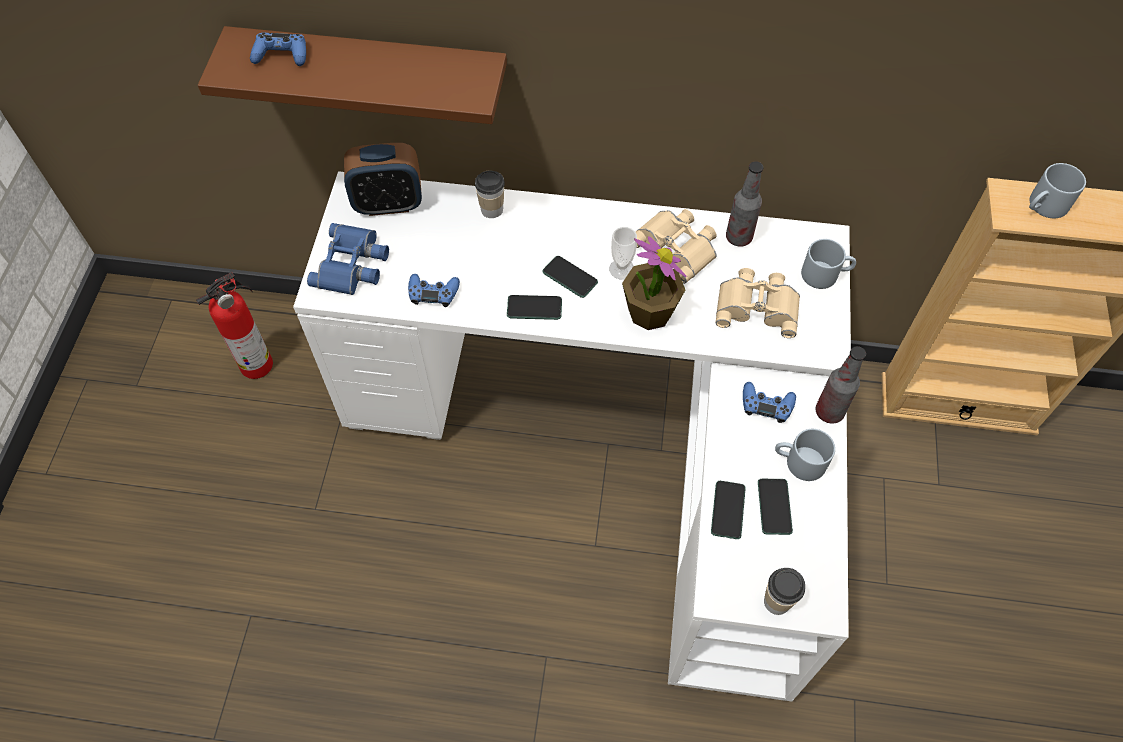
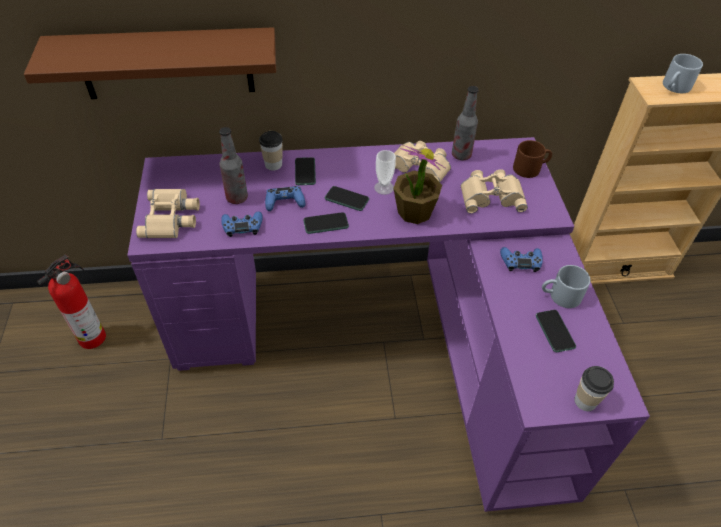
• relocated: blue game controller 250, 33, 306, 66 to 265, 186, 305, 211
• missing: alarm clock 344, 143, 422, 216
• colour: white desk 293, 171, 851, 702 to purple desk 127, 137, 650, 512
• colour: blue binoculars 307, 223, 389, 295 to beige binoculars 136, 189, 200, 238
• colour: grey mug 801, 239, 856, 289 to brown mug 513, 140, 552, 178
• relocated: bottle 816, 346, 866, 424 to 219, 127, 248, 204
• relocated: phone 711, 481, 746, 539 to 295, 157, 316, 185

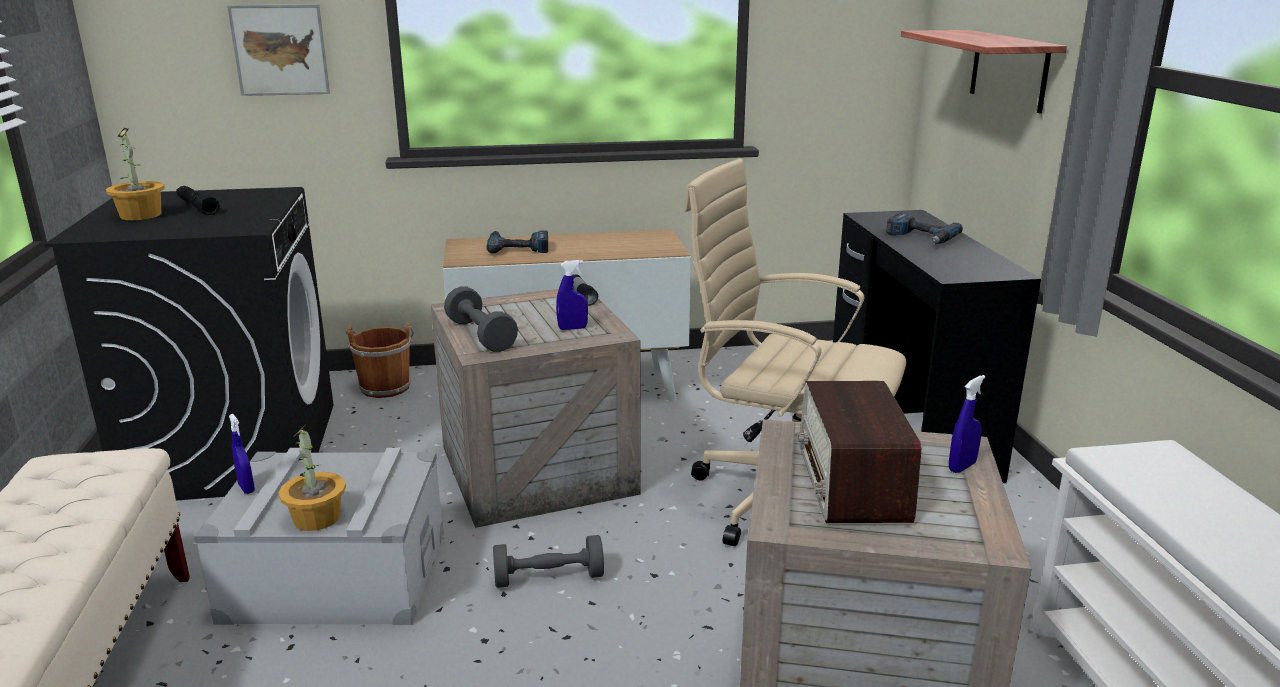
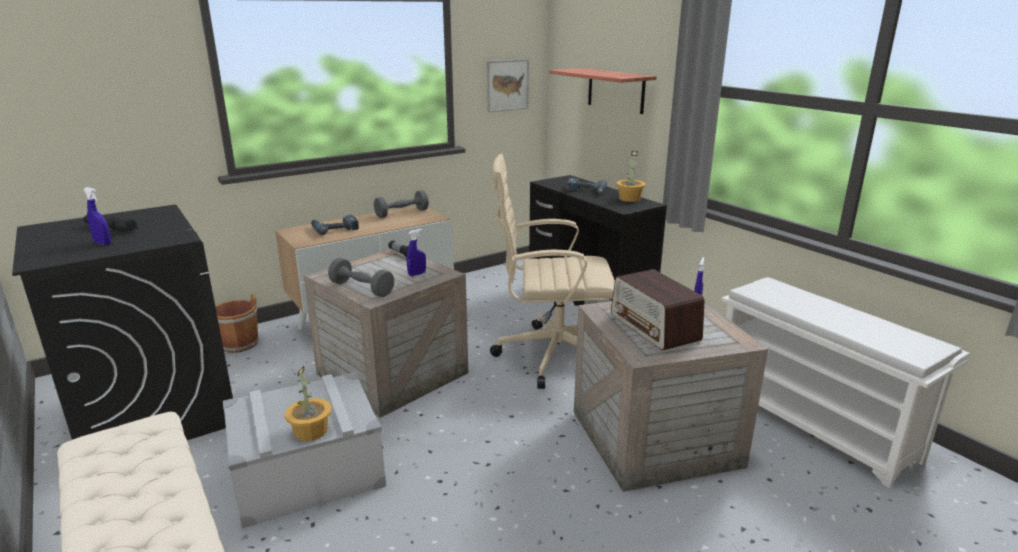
• relocated: picture 227, 4, 330, 96 to 487, 59, 529, 112
• relocated: potted plant 106, 128, 165, 220 to 616, 151, 646, 202
• relocated: blue spray bottle 229, 414, 255, 494 to 84, 187, 111, 245
• relocated: grey dumbbell 493, 535, 604, 588 to 374, 190, 429, 218

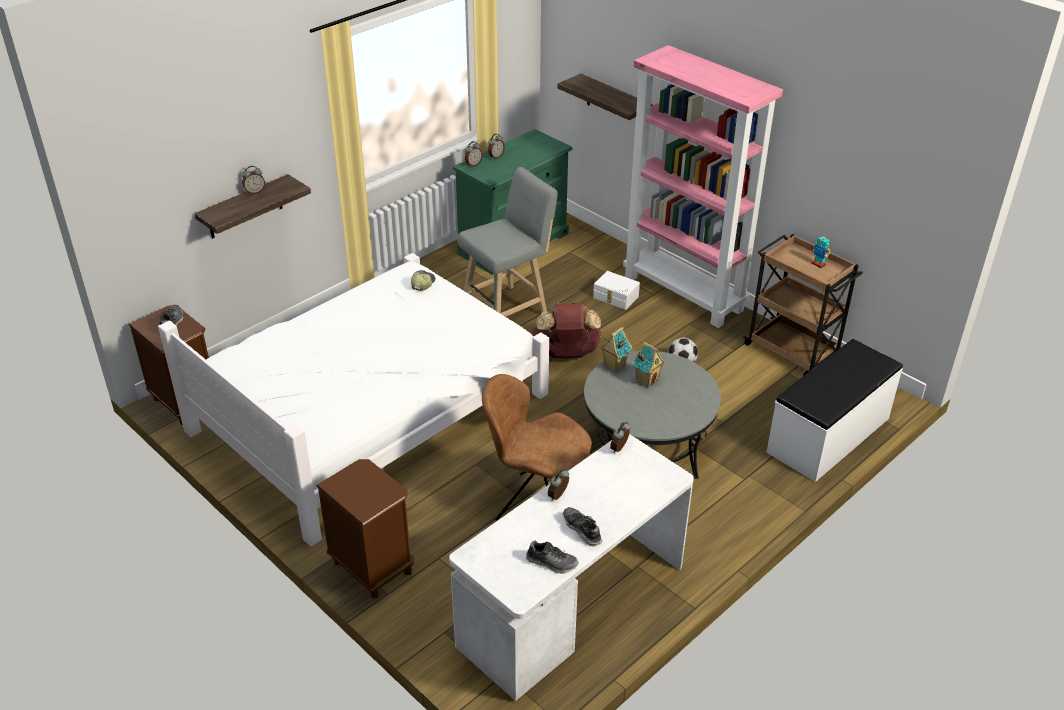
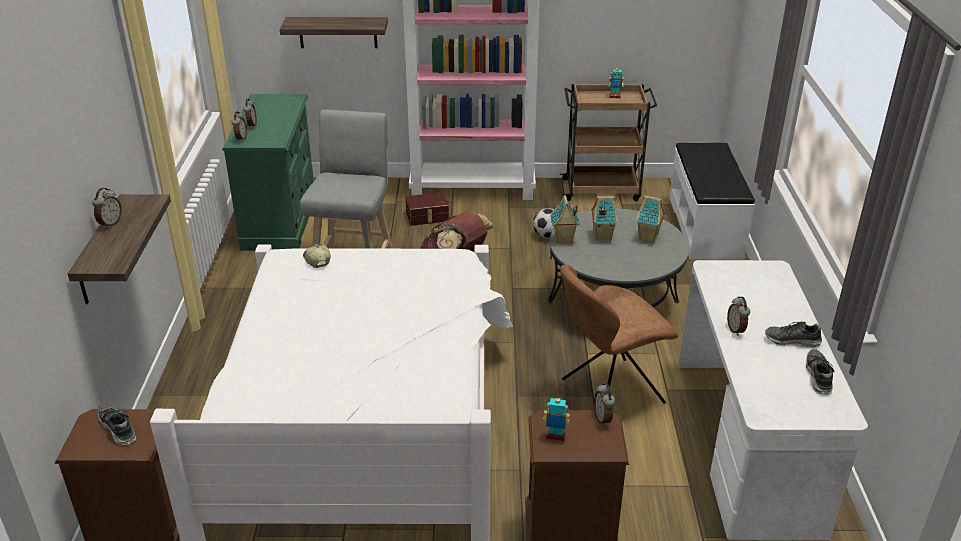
• colour: white storage box 593, 271, 640, 310 to brown storage box 405, 192, 449, 226
• relocated: alarm clock 610, 422, 630, 453 to 594, 383, 615, 426
• spun: shoe 526, 541, 578, 574 = 806, 349, 835, 395 60 degrees counterclockwise
• appeared: toy house 636, 195, 666, 243
• appeared: toy robot 543, 395, 570, 441

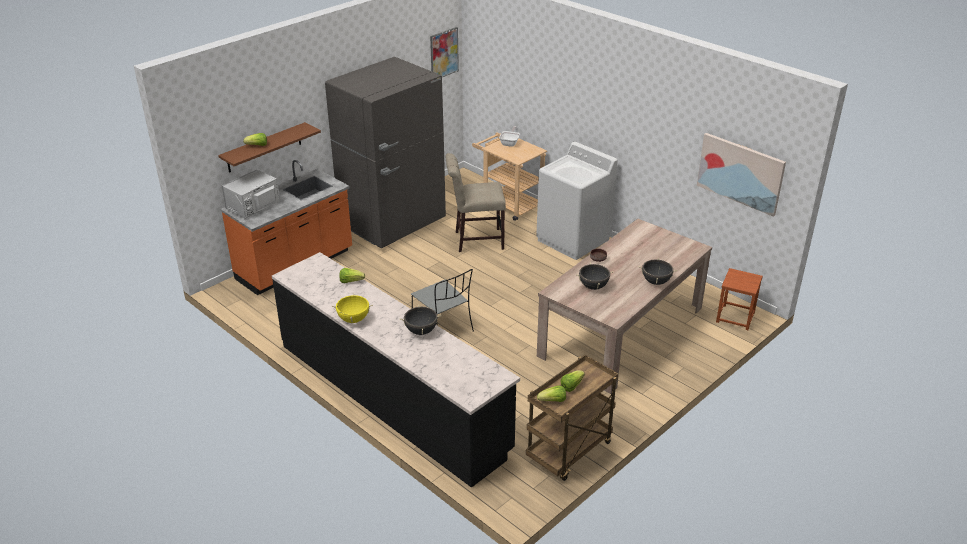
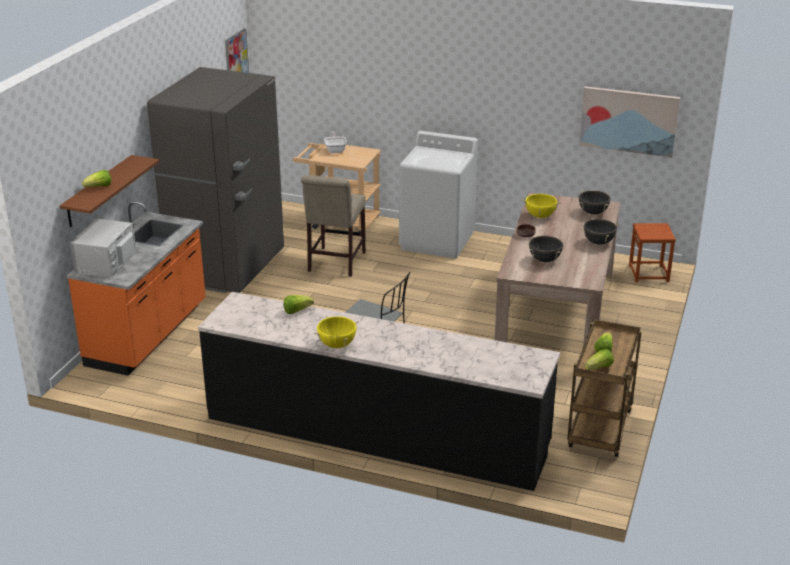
• spun: beige chair 445, 153, 506, 252 = 301, 175, 366, 277 45 degrees counterclockwise
• relocated: black cooking pot 400, 305, 442, 335 to 579, 190, 611, 214
• appeared: yellow cooking pot 522, 193, 561, 218

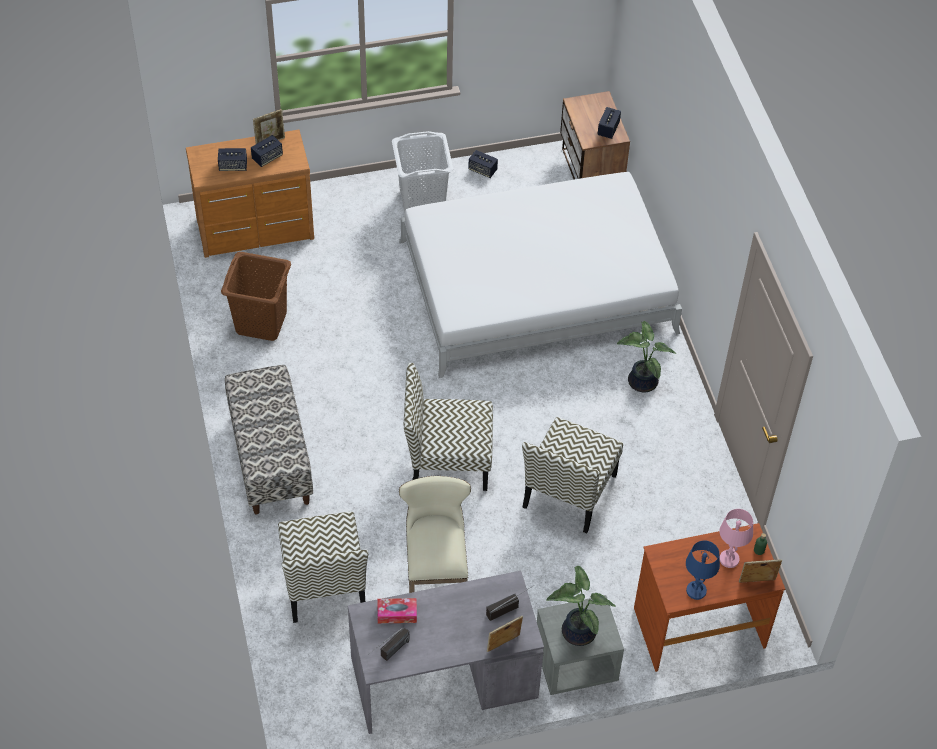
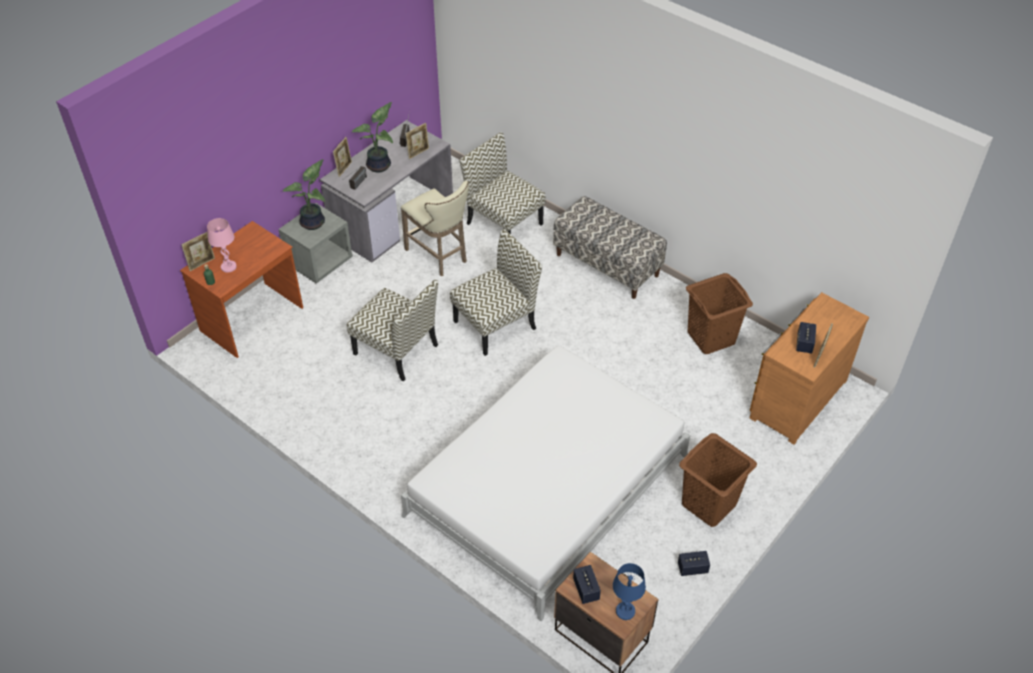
• colour: white laundry basket 392, 131, 453, 213 to brown laundry basket 679, 433, 757, 527
• missing: speaker 218, 148, 247, 171
• relocated: potted plant 617, 321, 676, 392 to 352, 102, 393, 172
• spun: chair 522, 417, 623, 533 = 347, 280, 438, 382 135 degrees clockwise
• relocated: blue table lamp 686, 540, 720, 600 to 613, 563, 646, 620
• exchanged: tissue box 377, 598, 417, 624 to picture frame 406, 123, 429, 159

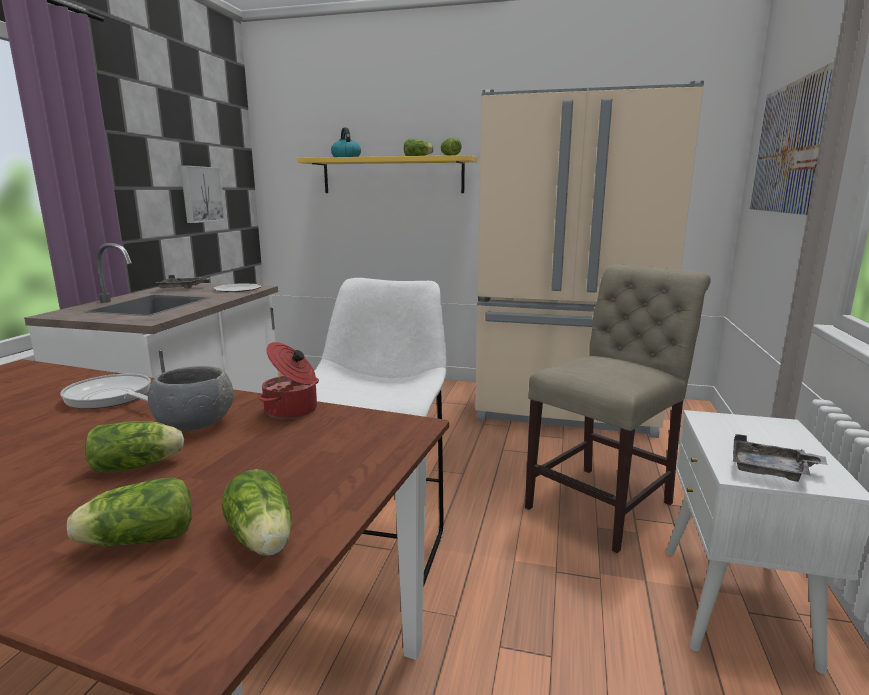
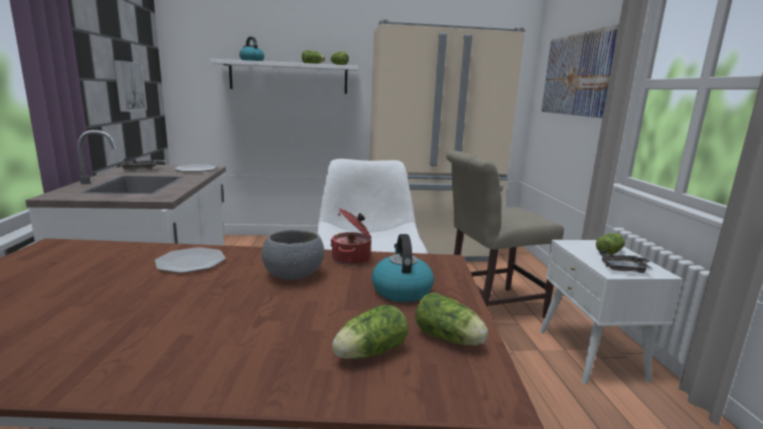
• colour: yellow shelf 297, 155, 478, 193 to white shelf 211, 59, 358, 94
• spun: beige chair 525, 264, 711, 553 = 446, 151, 564, 319 135 degrees counterclockwise
• exchanged: frying pan 60, 374, 151, 409 to plate 155, 247, 226, 273
• relocated: lettuce 85, 421, 184, 473 to 596, 233, 625, 255
• appeared: kettle 372, 234, 434, 302

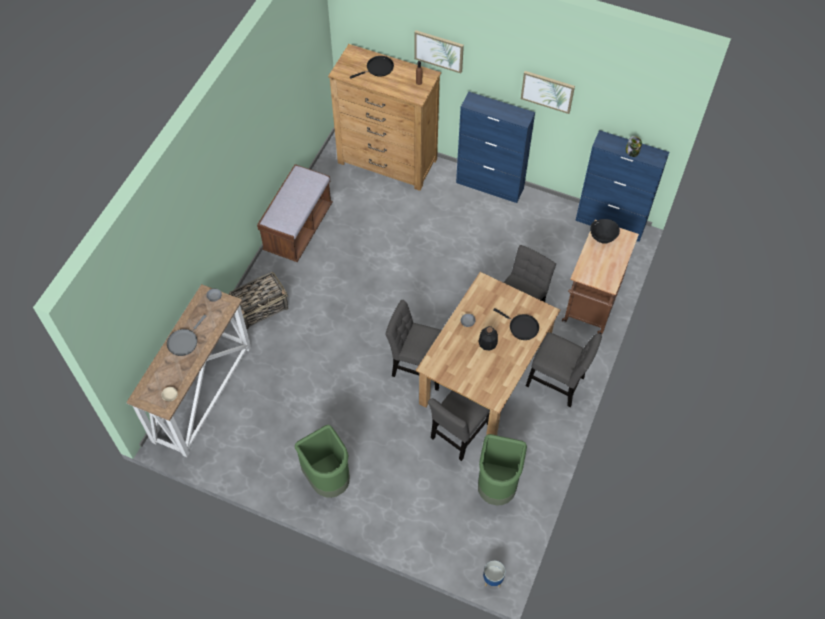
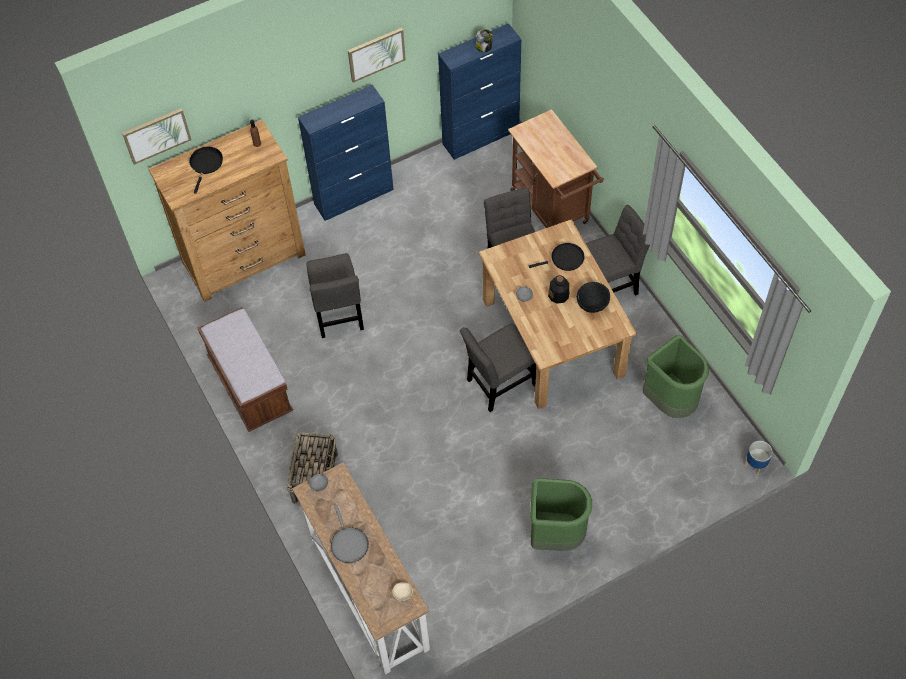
• relocated: picture 414, 30, 464, 73 to 122, 108, 191, 165
• relocated: black bowl 590, 219, 620, 244 to 576, 282, 610, 313
• relocated: grey chair 428, 391, 490, 461 to 306, 253, 364, 338

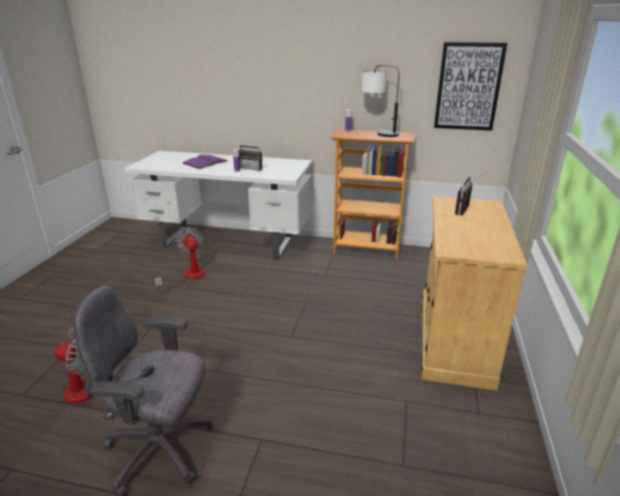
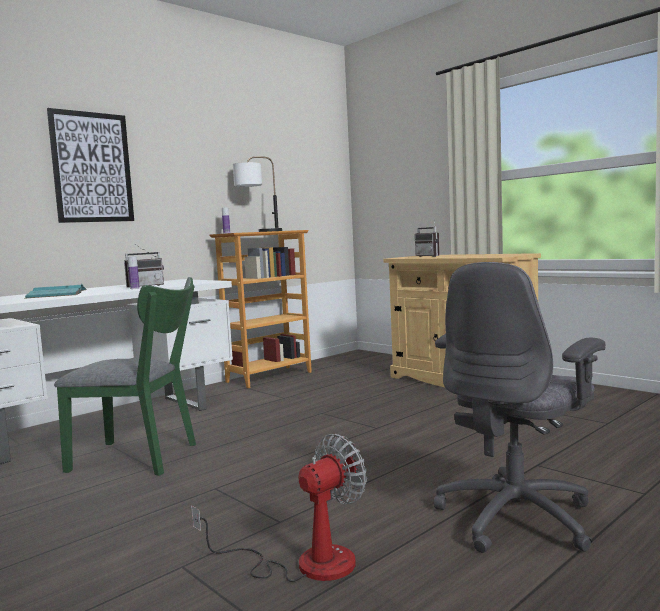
• relocated: picture 434, 42, 507, 131 to 47, 108, 134, 223
• colour: purple book 182, 155, 228, 169 to turquoise book 24, 284, 87, 299
• exchanged: fan 155, 227, 206, 294 to green chair 54, 277, 196, 476

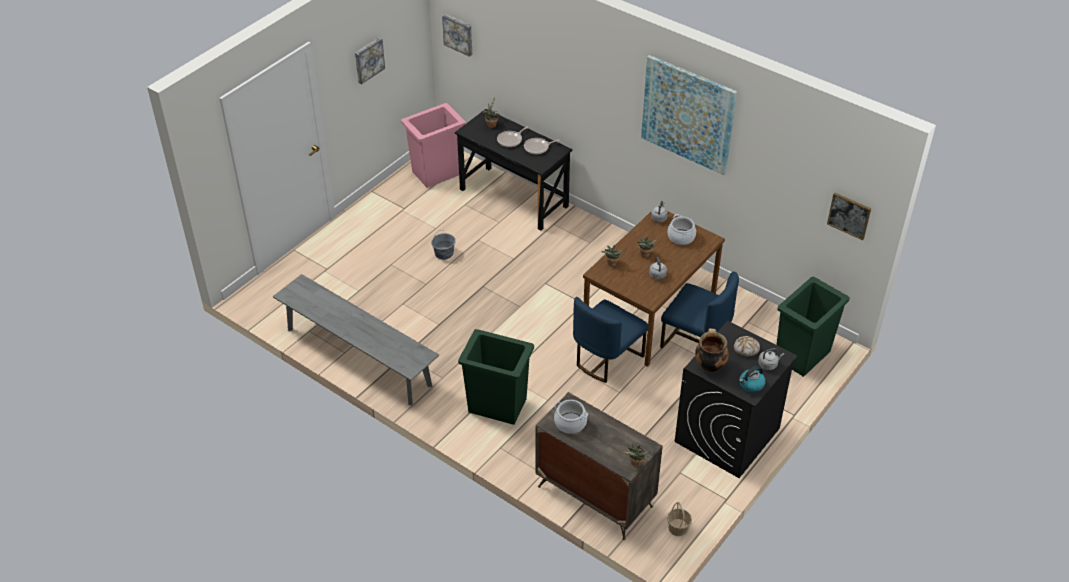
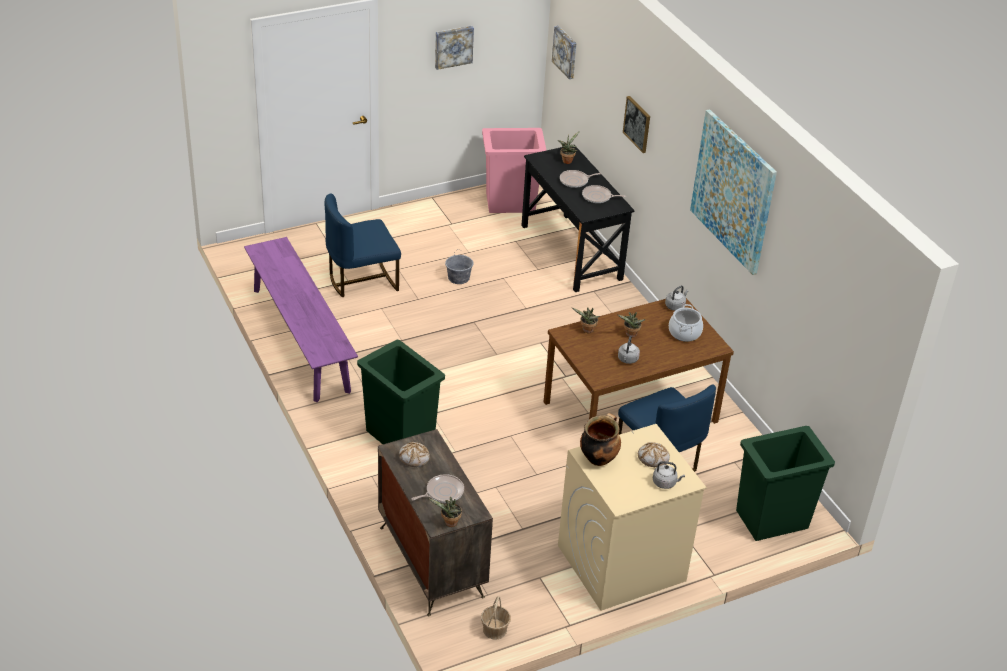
• relocated: picture 827, 193, 871, 240 to 623, 96, 650, 153
• colour: grey bench 273, 274, 439, 405 to purple bench 244, 237, 358, 402
• relocated: blue chair 573, 297, 648, 383 to 325, 194, 401, 297
• colour: black washing machine 675, 321, 797, 478 to beige washing machine 558, 424, 707, 611
• missing: kettle 739, 366, 766, 392
• exchanged: cooking pot 554, 400, 588, 434 to bread 399, 442, 430, 467
• appeared: frying pan 411, 474, 464, 503

